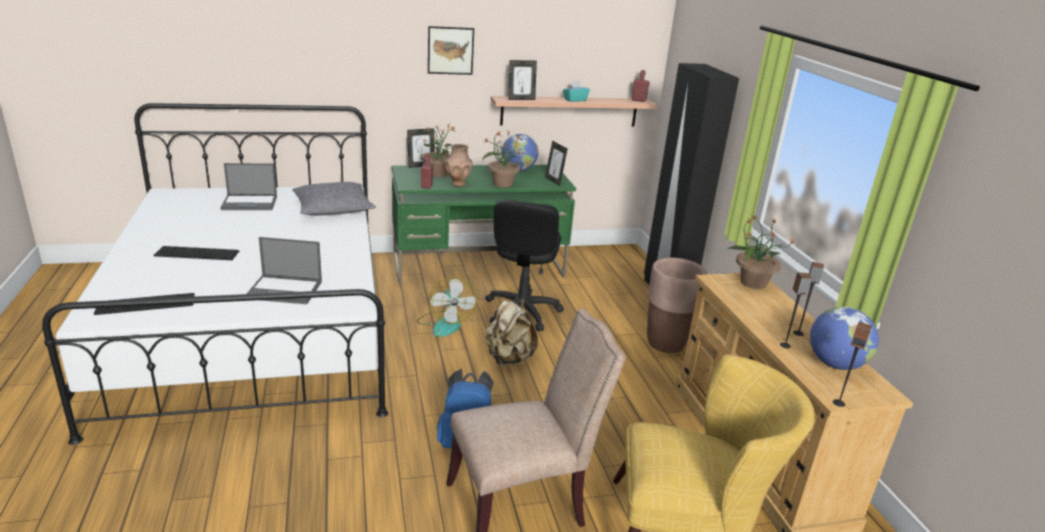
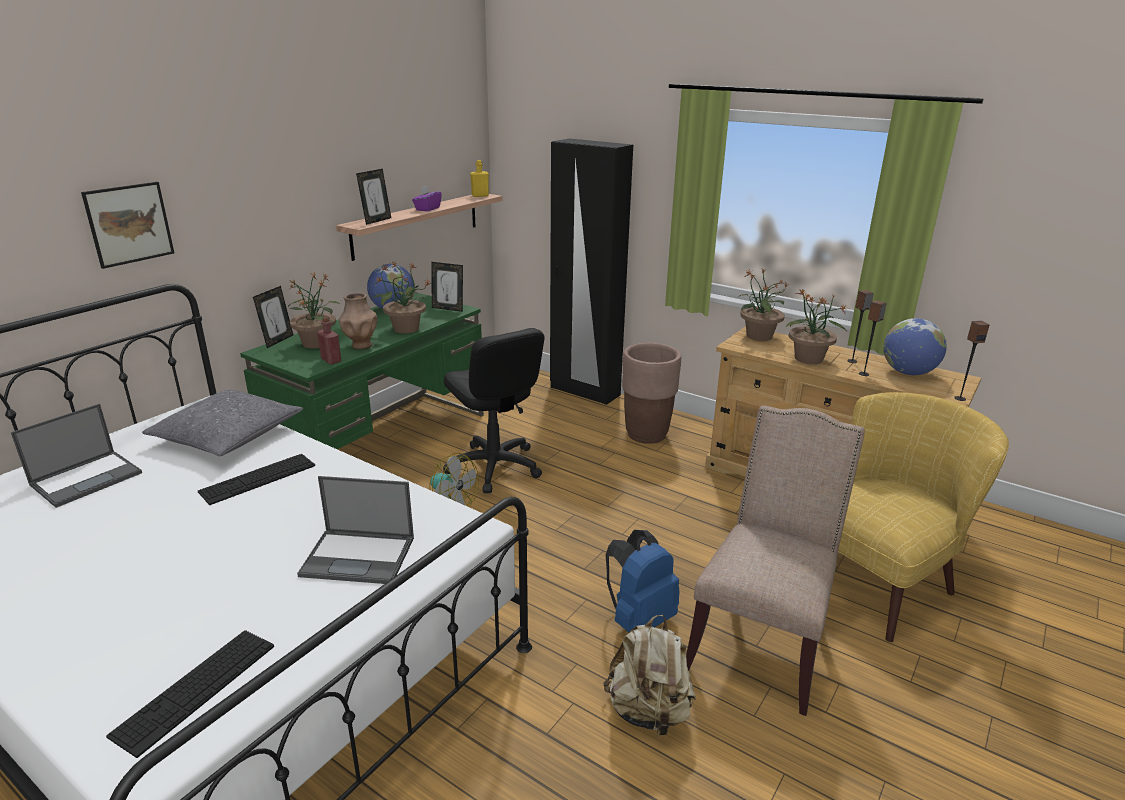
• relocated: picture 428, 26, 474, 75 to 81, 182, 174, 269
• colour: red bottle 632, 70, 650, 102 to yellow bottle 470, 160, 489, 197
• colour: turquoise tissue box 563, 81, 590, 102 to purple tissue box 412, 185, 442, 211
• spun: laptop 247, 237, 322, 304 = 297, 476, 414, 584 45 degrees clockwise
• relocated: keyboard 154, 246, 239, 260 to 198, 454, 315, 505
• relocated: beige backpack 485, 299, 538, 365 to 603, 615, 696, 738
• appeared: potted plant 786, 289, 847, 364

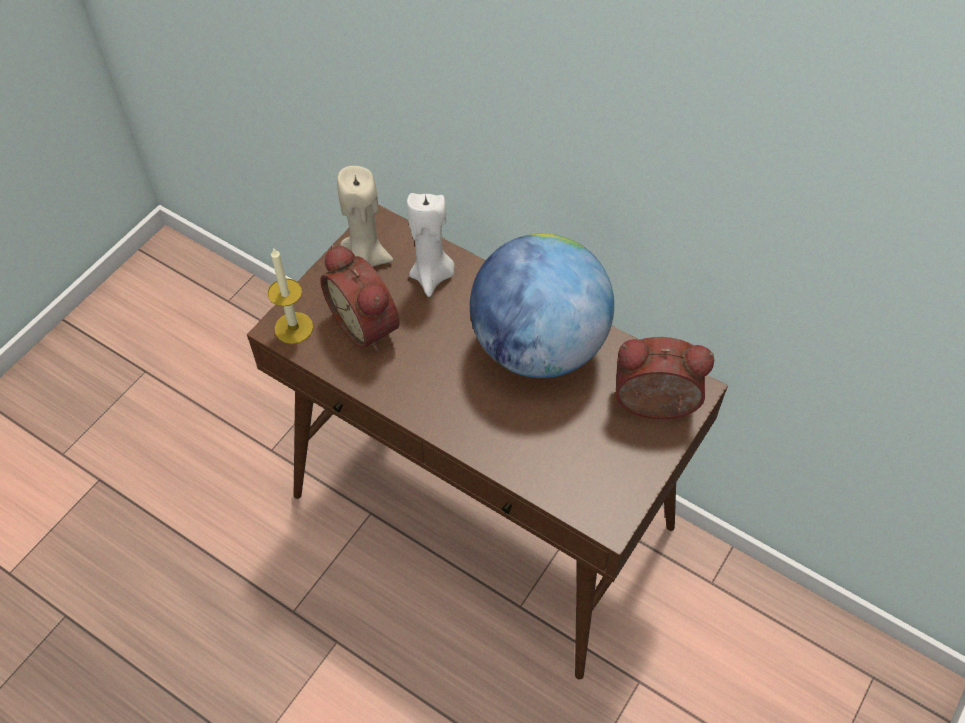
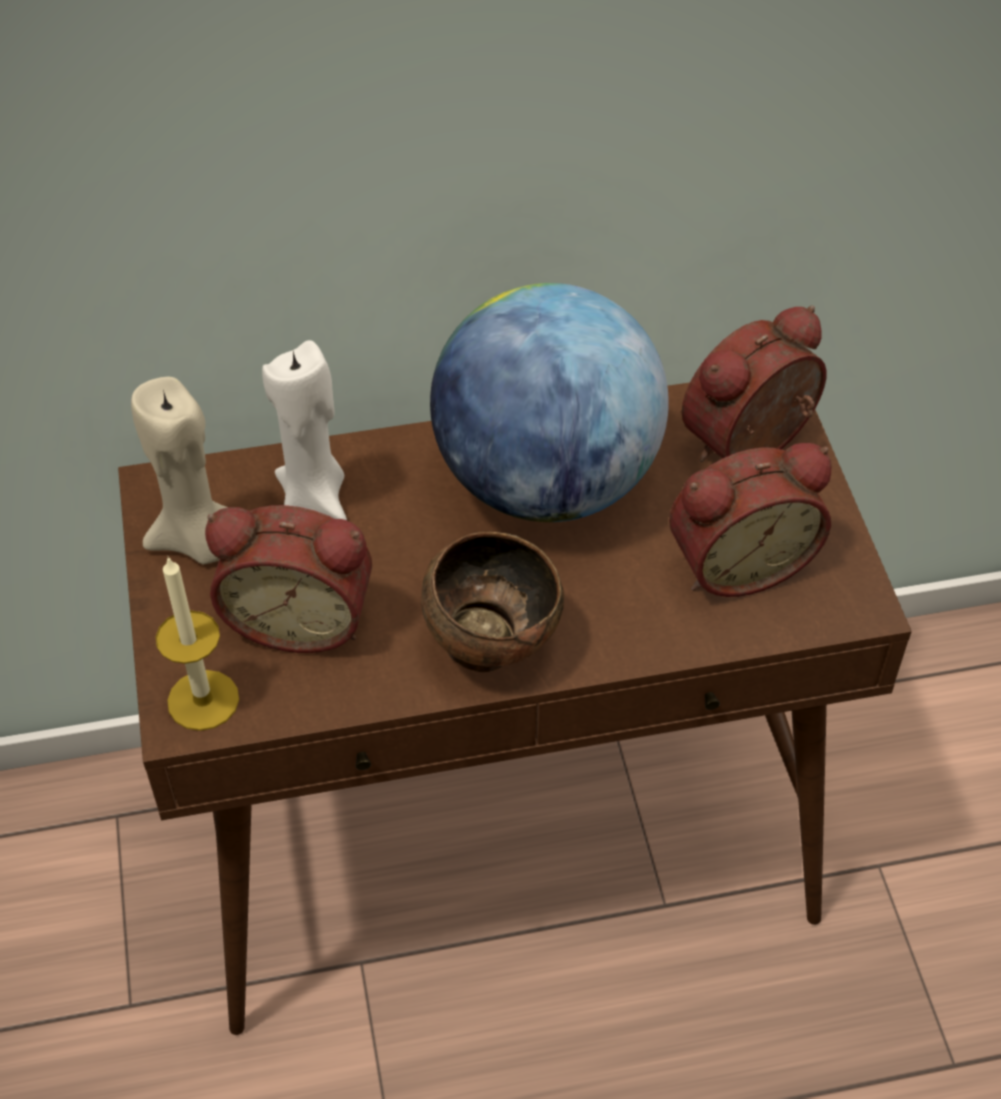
• appeared: alarm clock 669, 443, 831, 597
• appeared: brown bowl 421, 532, 564, 672

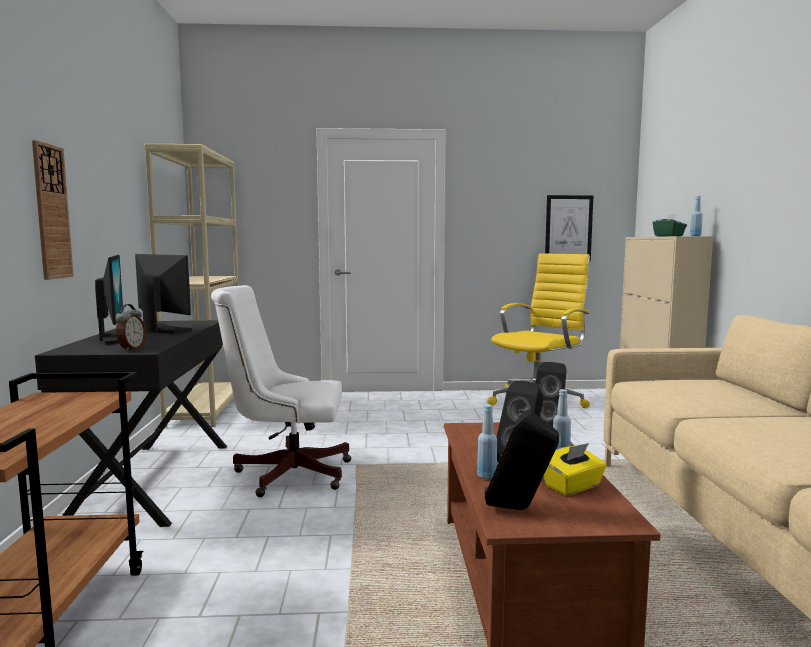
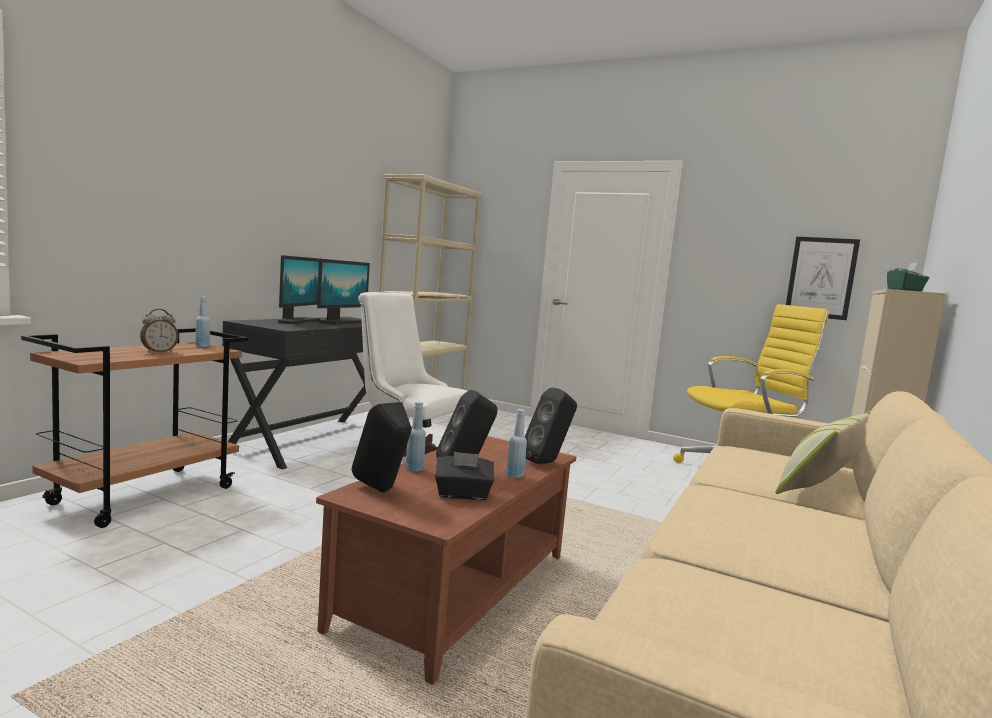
• missing: wall clock 32, 140, 74, 280
• relocated: blue bottle 690, 196, 703, 236 to 195, 297, 210, 347
• spun: monitor 135, 254, 192, 334 = 317, 259, 370, 325 45 degrees clockwise
• relocated: alarm clock 115, 304, 146, 351 to 140, 309, 179, 353
• colour: yellow tissue box 544, 443, 607, 496 to black tissue box 435, 452, 494, 500
• appeared: pillow 775, 410, 872, 494

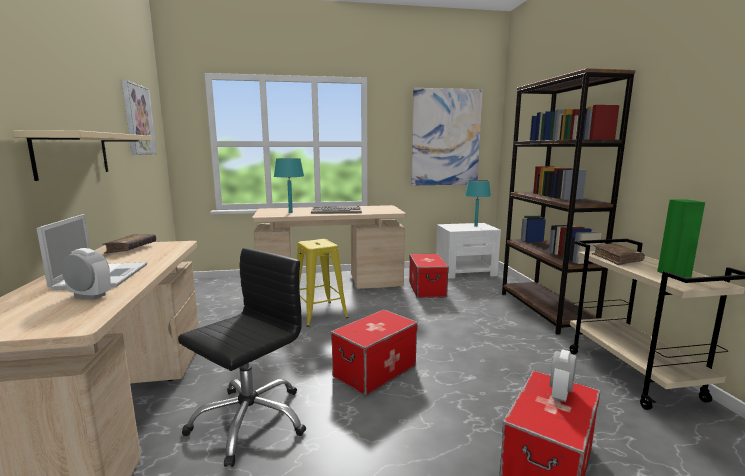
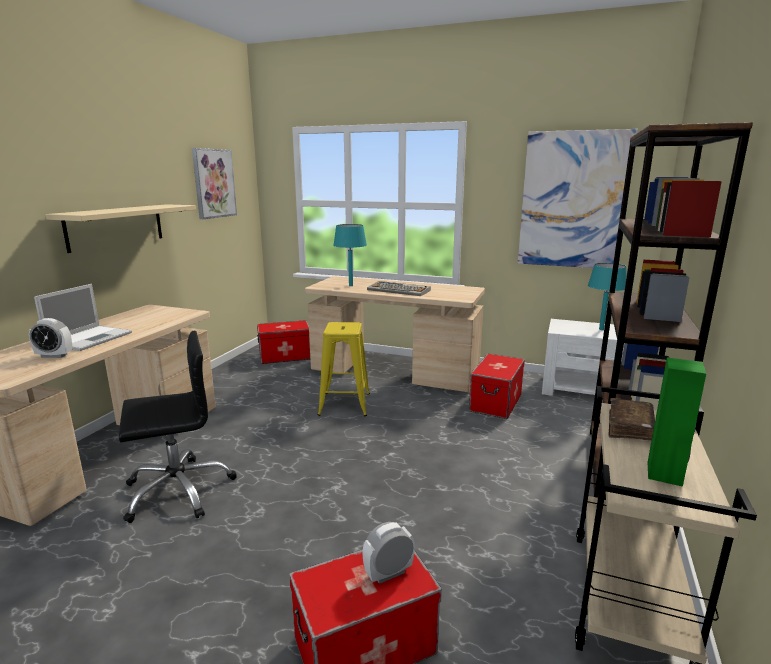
• missing: brown book 102, 234, 156, 254
• spun: alarm clock 61, 248, 111, 299 = 29, 318, 72, 358 135 degrees clockwise
• relocated: storage box 331, 309, 418, 396 to 257, 320, 310, 364

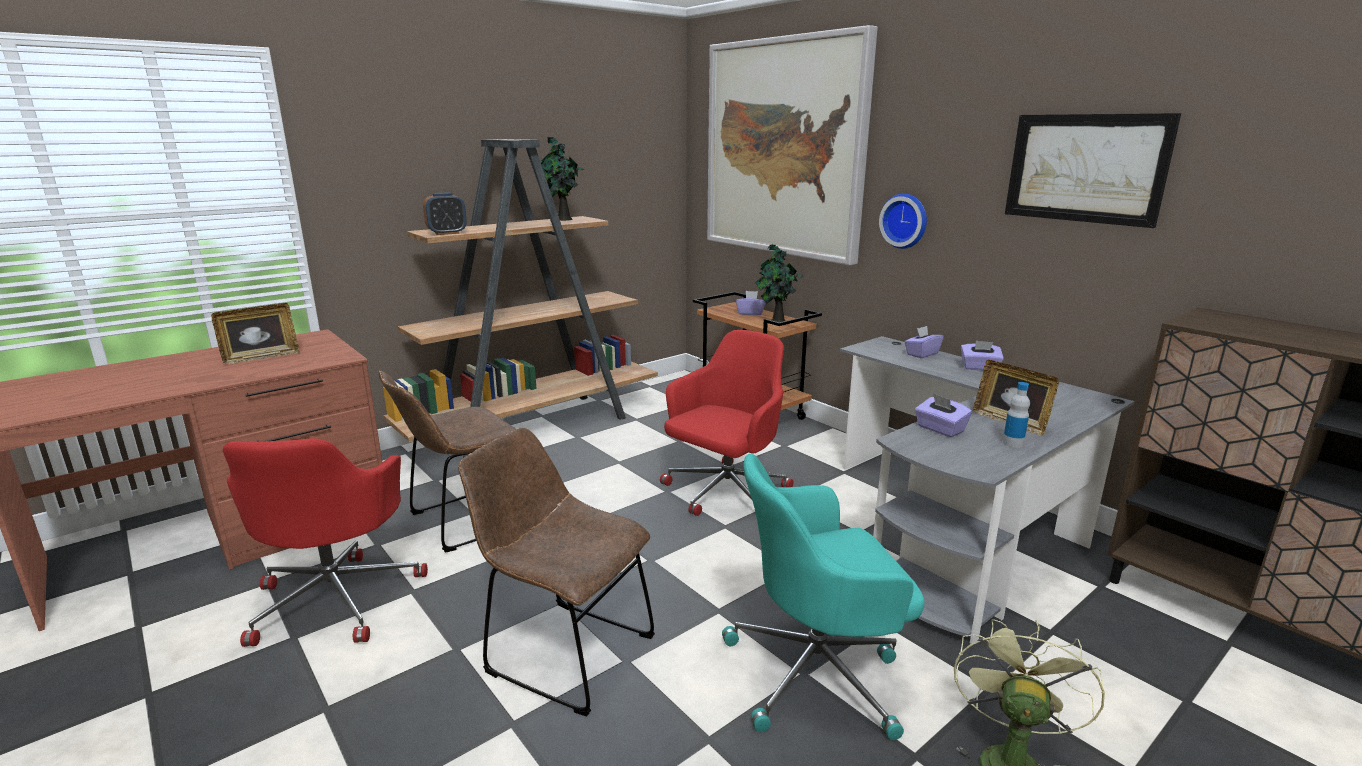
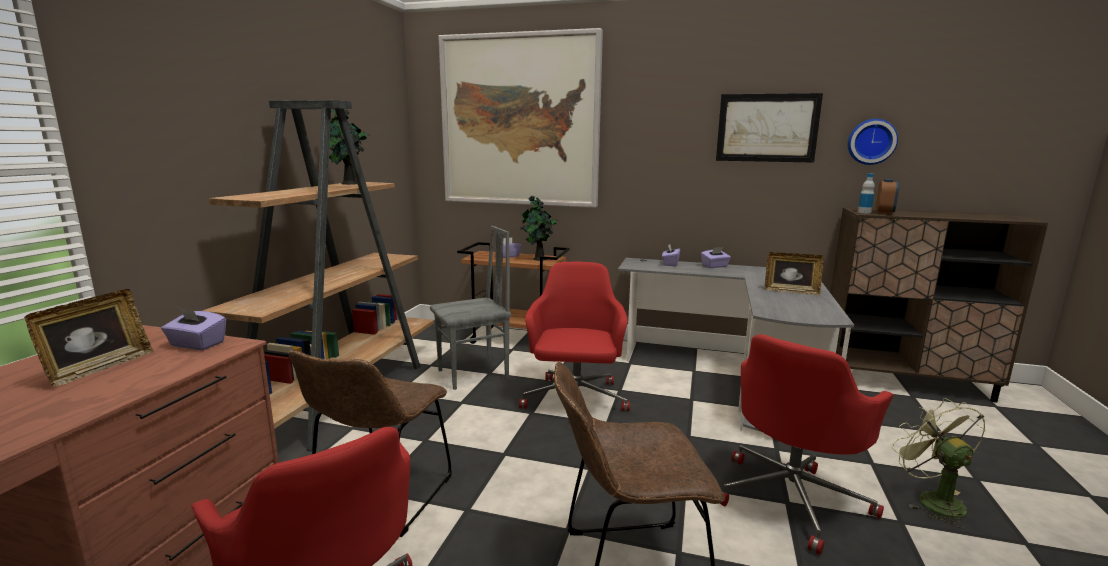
• relocated: alarm clock 423, 192, 467, 235 to 876, 179, 899, 215
• relocated: wall clock 879, 193, 927, 249 to 848, 119, 898, 165
• relocated: bottle 1003, 382, 1030, 448 to 858, 173, 875, 214
• relocated: purple tissue box 915, 394, 972, 437 to 161, 307, 226, 350
• colour: turquoise office chair 722, 454, 925, 740 to red office chair 719, 334, 894, 555
• appeared: grey chair 430, 226, 511, 390

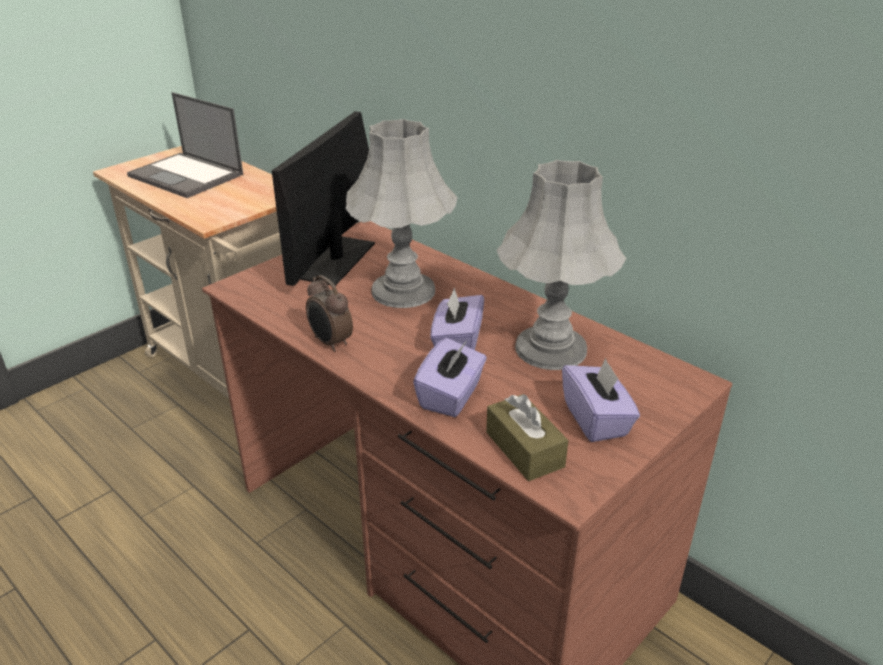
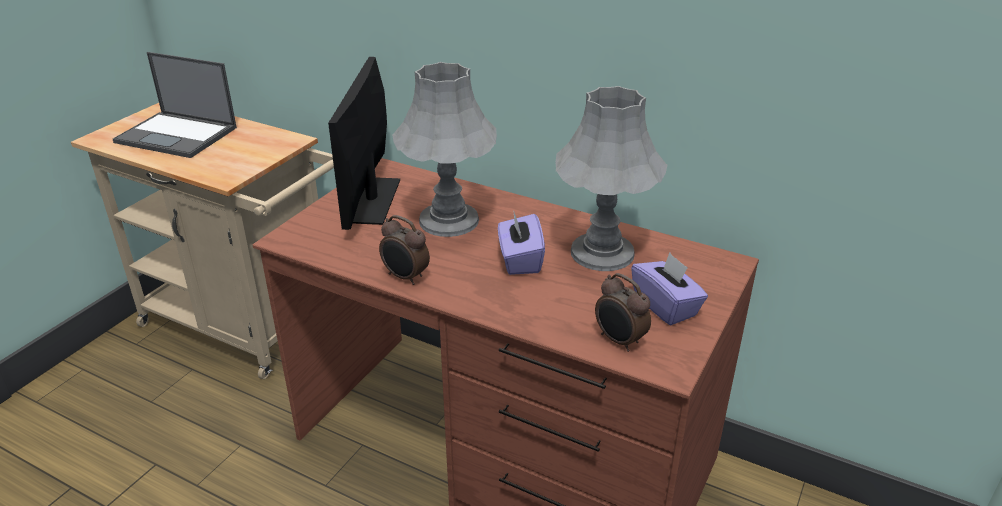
• missing: purple tissue box 413, 338, 487, 417
• exchanged: brown tissue box 486, 394, 568, 481 to alarm clock 595, 273, 651, 352

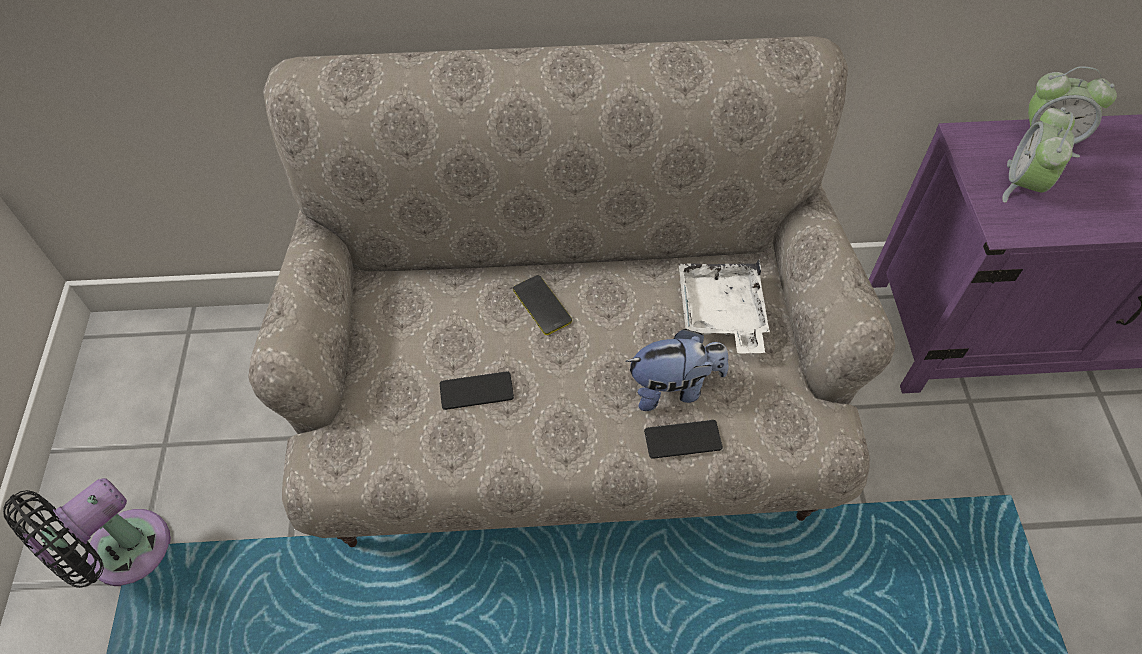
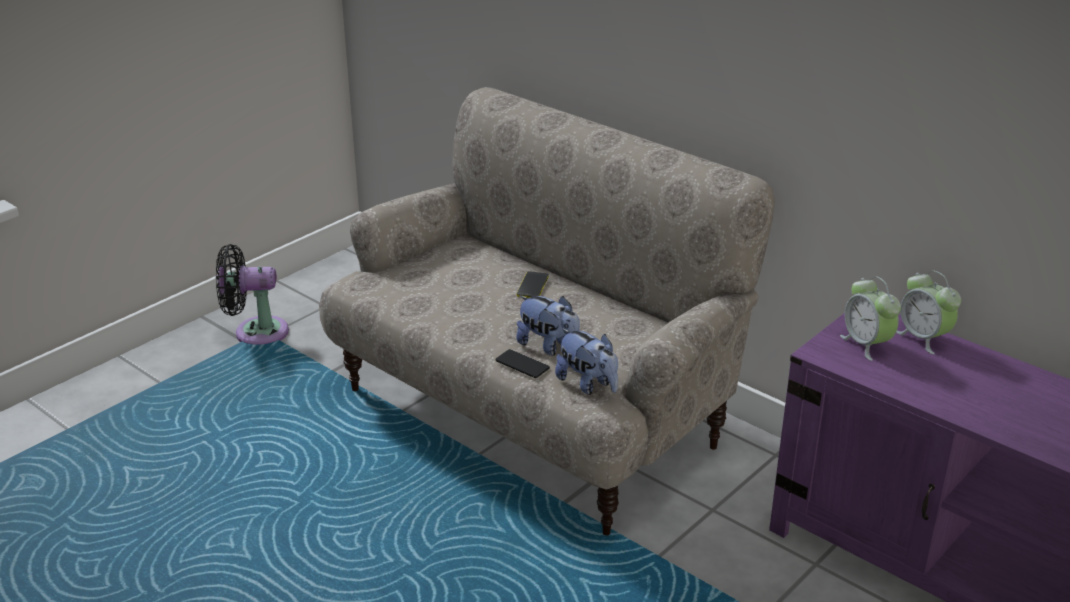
• spun: alarm clock 1002, 107, 1075, 203 = 840, 277, 901, 361 90 degrees counterclockwise
• missing: white tray 679, 260, 770, 354
• missing: phone 440, 371, 514, 410
• appeared: plush toy 555, 328, 618, 395

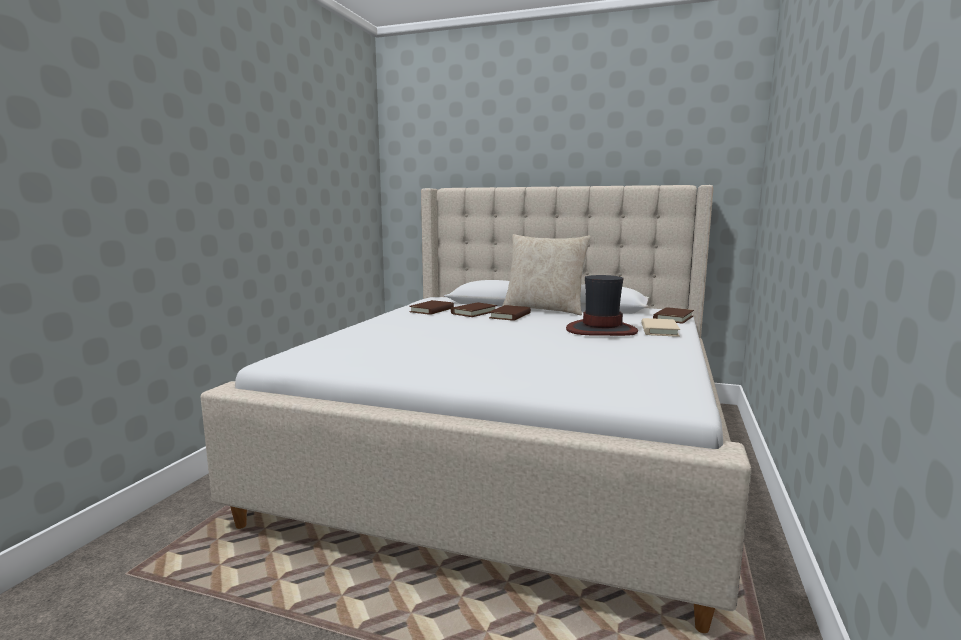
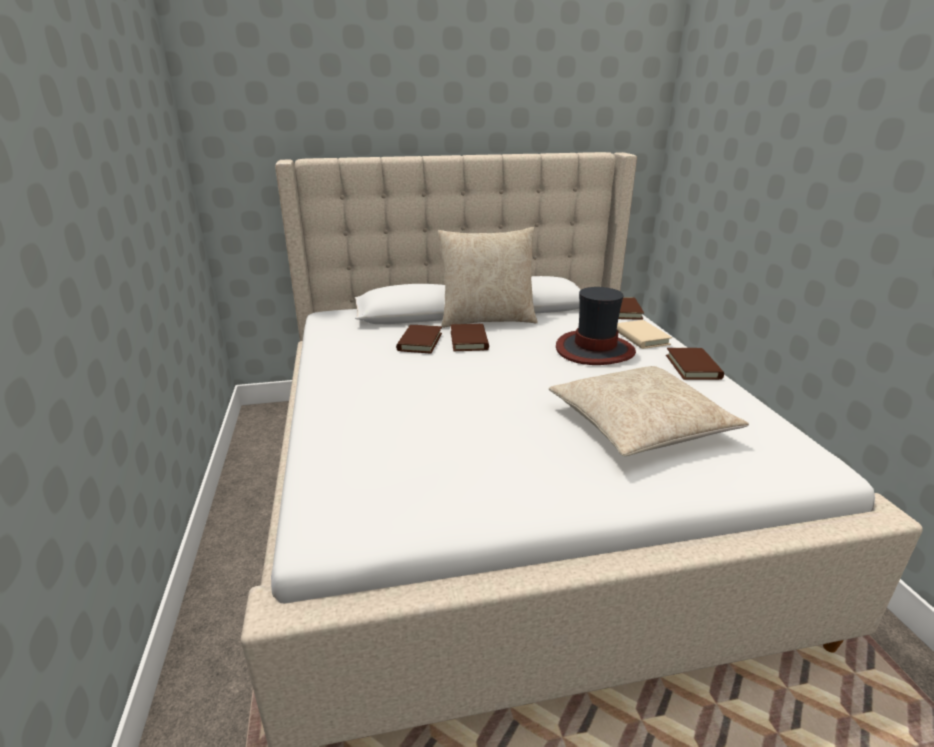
• relocated: brown book 409, 300, 454, 315 to 666, 348, 724, 380
• appeared: beige pillow 549, 366, 749, 456

